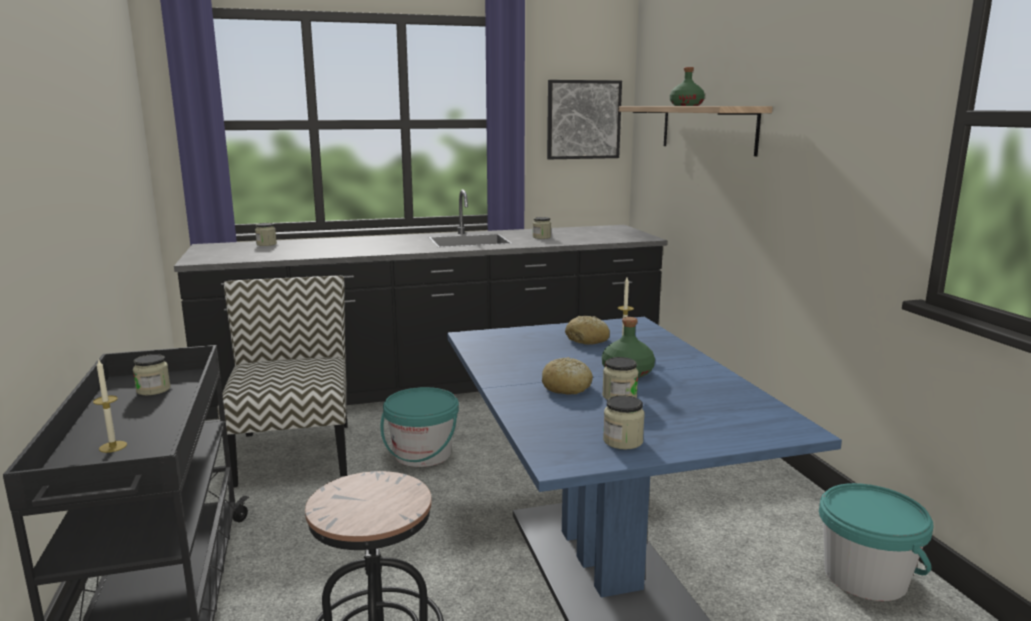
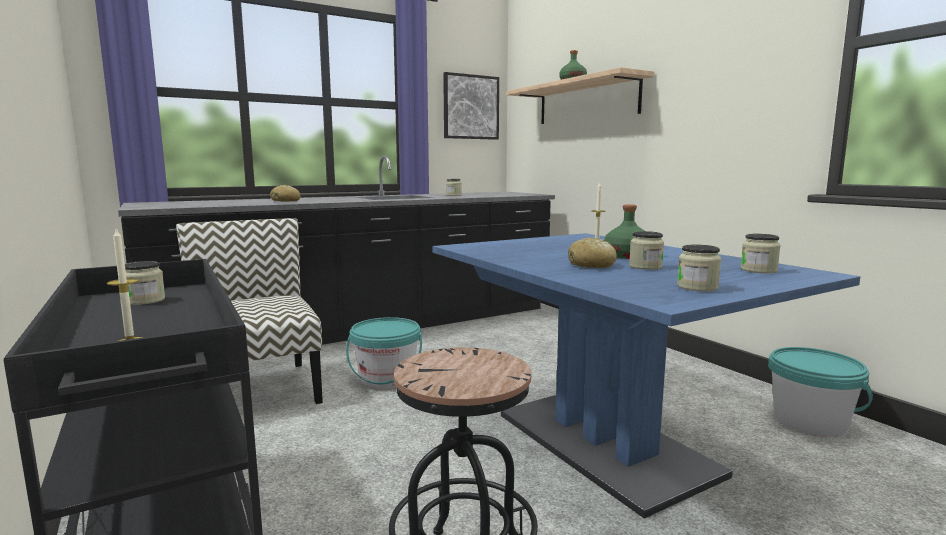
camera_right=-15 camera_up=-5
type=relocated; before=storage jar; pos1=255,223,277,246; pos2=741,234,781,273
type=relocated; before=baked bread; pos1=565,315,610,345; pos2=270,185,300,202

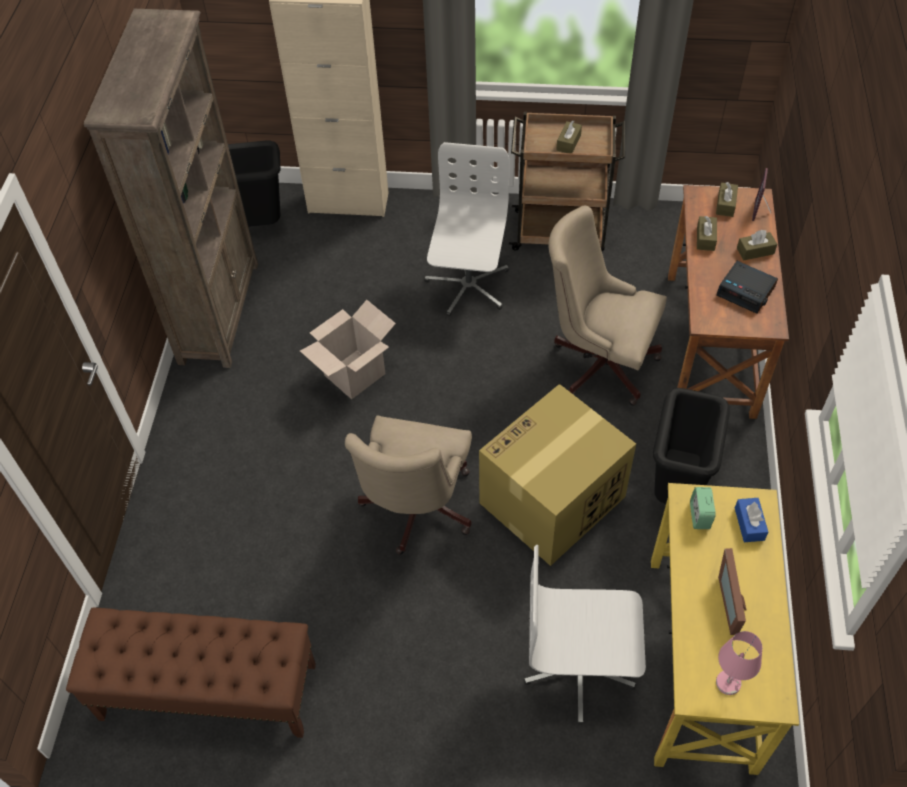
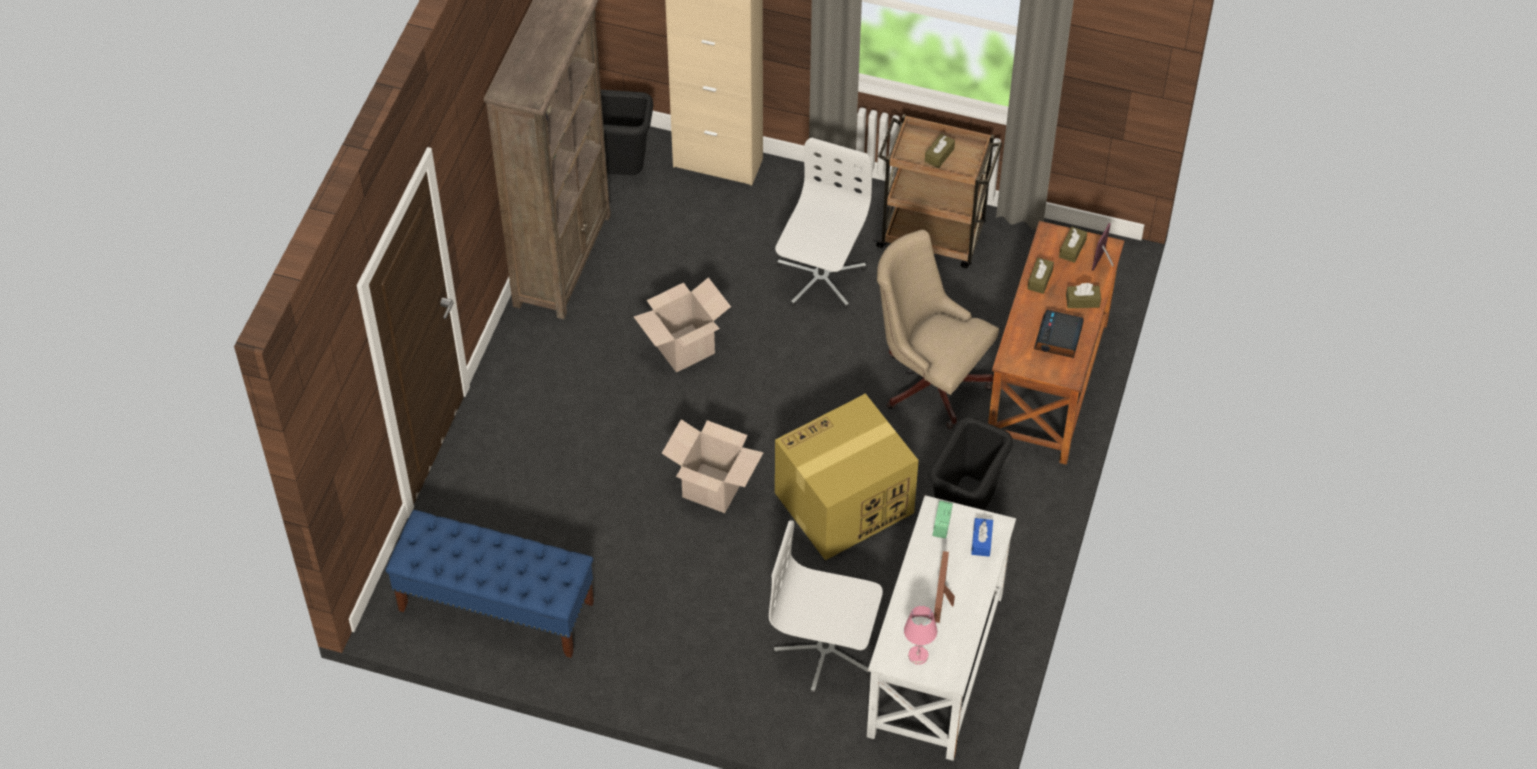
camera_right=10 camera_up=0
type=spun; before=alarm clock; pos1=716,261,778,313; pos2=1034,310,1084,358; turn=60
type=exchanged; before=beige desk chair; after=carton; pos1=345,415,472,554; pos2=662,419,764,513
type=colour; before=yellow-coloured desk table; after=whitish desk table; pos1=651,483,799,775; pos2=867,495,1016,761
type=colour; before=brown indoor bench; after=blue-coloured indoor bench; pos1=66,608,316,738; pos2=386,510,594,658

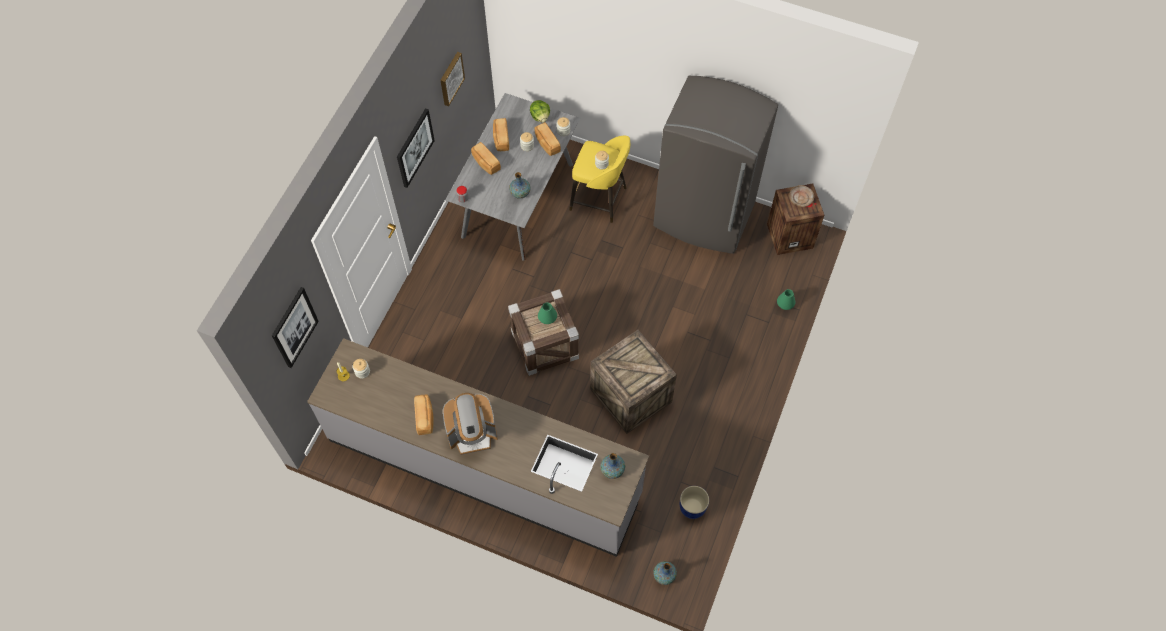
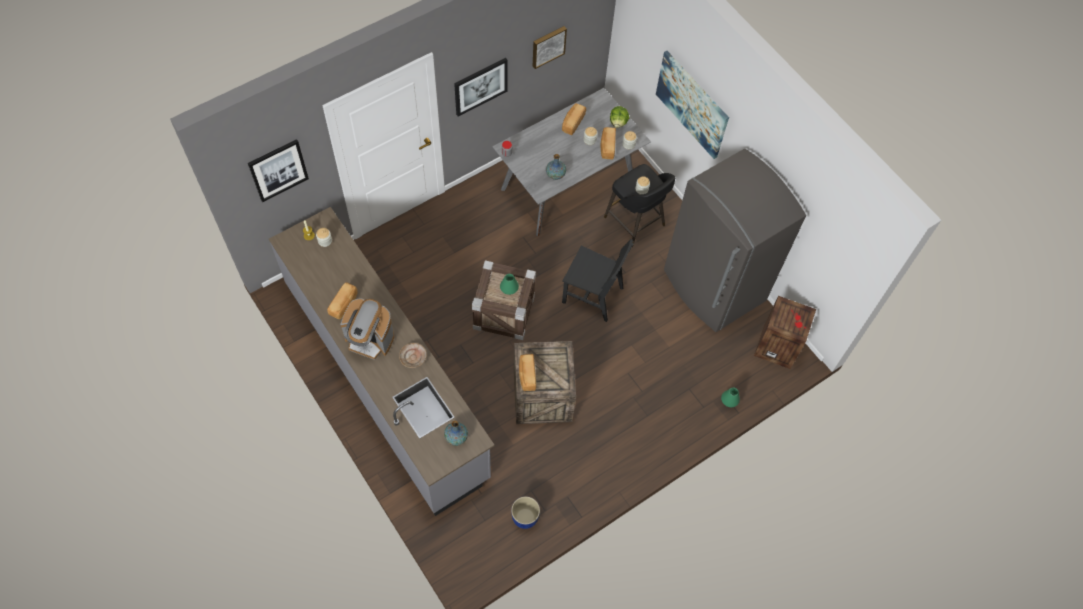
camera_right=30 camera_up=0
type=colour; before=yellow-coloured stool; after=black stool; pos1=569,136,630,223; pos2=604,164,675,247
type=relocated; before=baked bread; pos1=471,142,501,175; pos2=519,354,536,391
type=relocated; before=beige flat dish; pos1=789,185,814,207; pos2=399,343,427,368
type=missing; before=vase; pos1=653,561,677,585
type=appeared; after=wall picture; pos2=656,51,729,159
type=appeared; after=black plain chair; pos2=562,239,634,322

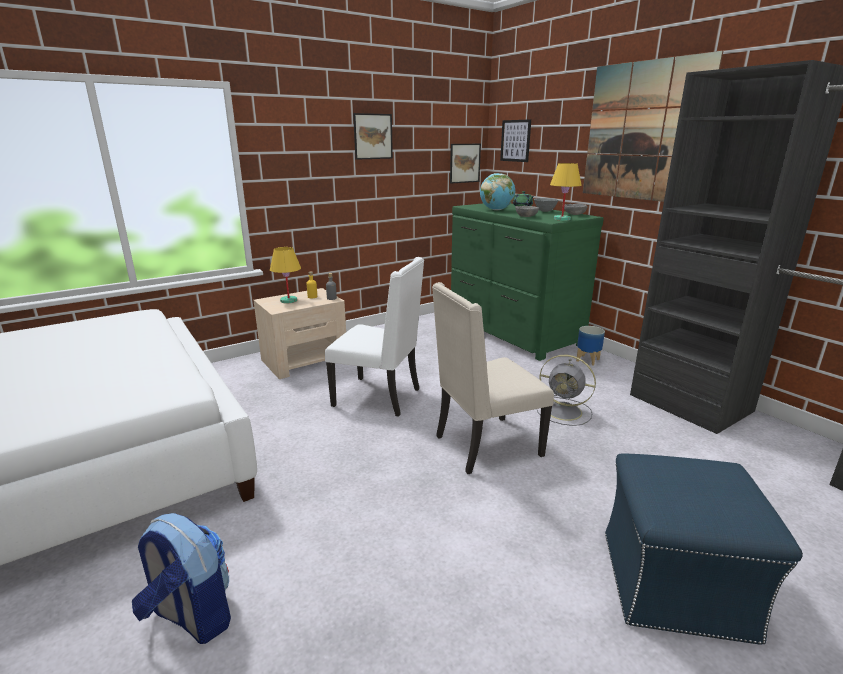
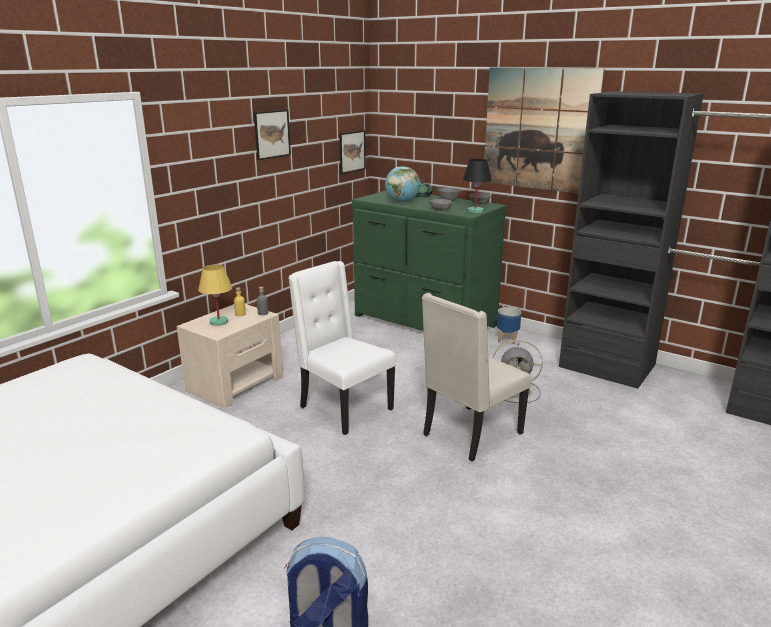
camera_right=-20 camera_up=0
type=missing; before=wall picture; pos1=500,119,531,162
type=colour; before=yellow-coloured lamp for a table; after=black lamp for a table; pos1=550,163,582,221; pos2=463,159,492,213
type=spun; before=whitish plain chair; pos1=325,257,424,417; pos2=288,261,396,435; turn=-135
type=missing; before=blue-coloured footrest; pos1=605,453,803,645

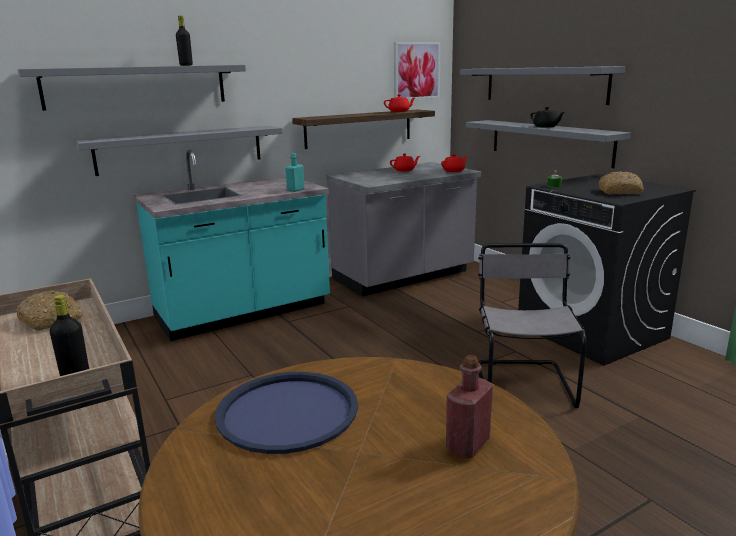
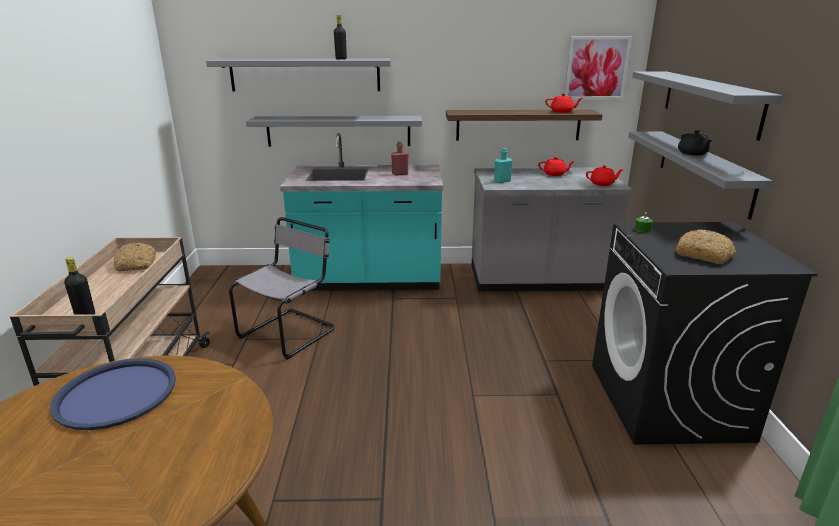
camera_right=30 camera_up=5
type=relocated; before=turquoise drink bottle; pos1=285,153,305,192; pos2=494,148,513,183
type=relocated; before=greyish plain chair; pos1=478,243,587,408; pos2=229,217,334,360
type=relocated; before=red drink bottle; pos1=446,355,493,458; pos2=391,141,409,176

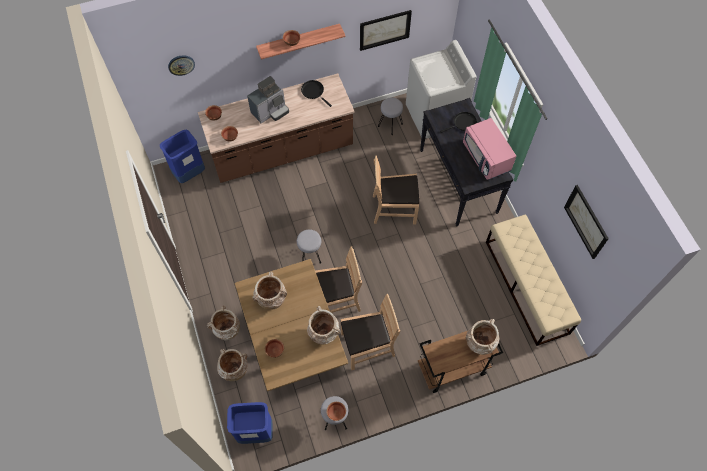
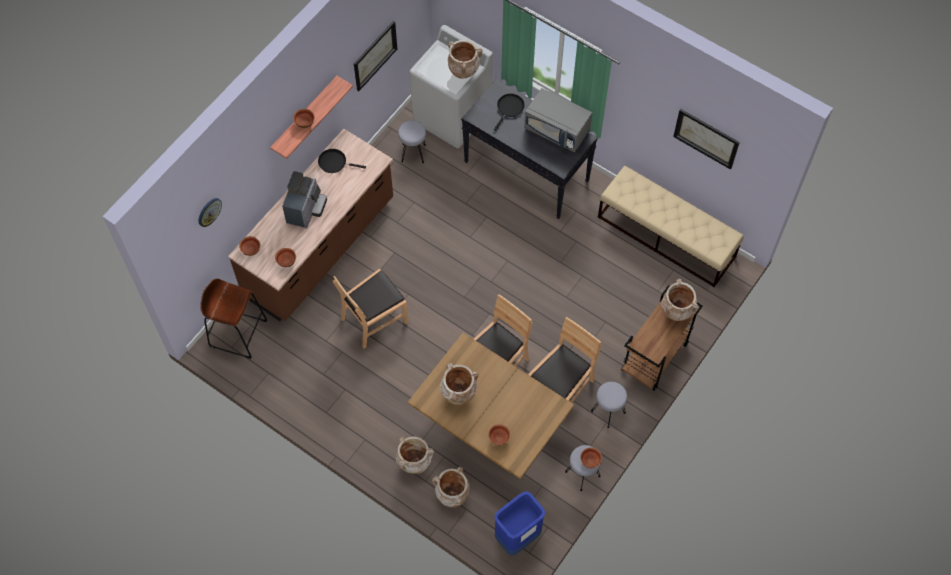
camera_right=-35 camera_up=0
type=colour; before=pink microwave; after=greyish microwave; pos1=463,118,516,180; pos2=524,88,592,152
type=exchanged; before=blue-coloured trash can; after=brown stool; pos1=160,130,205,183; pos2=200,279,267,359
type=relocated; before=brown plain chair; pos1=373,155,419,225; pos2=333,269,409,349
type=relocated; before=greyish stool; pos1=297,229,321,264; pos2=591,382,627,428
type=relocated; before=beige vase; pos1=307,306,340,344; pos2=448,40,483,79

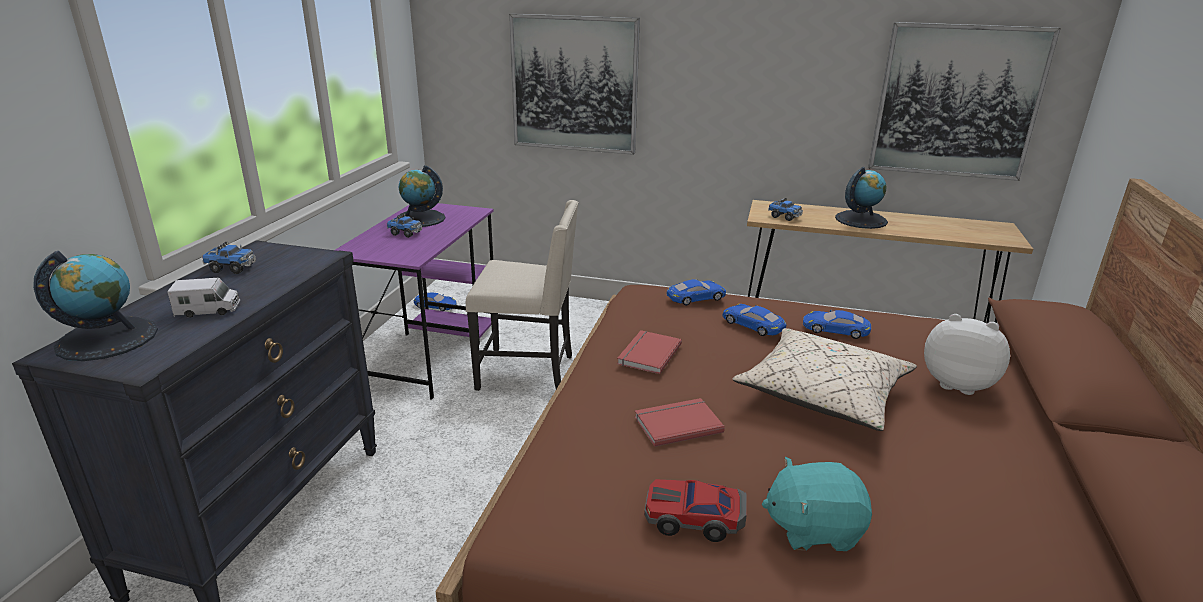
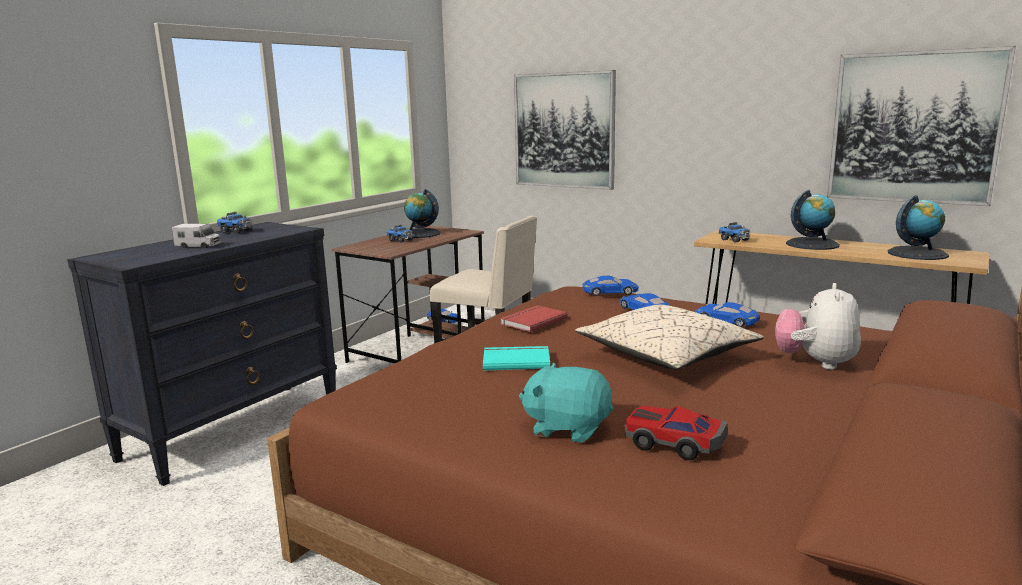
camera_right=20 camera_up=-10
type=colour; before=purplish desk table; after=brown desk table; pos1=335,203,494,400; pos2=332,226,484,363
type=relocated; before=world globe; pos1=33,251,158,361; pos2=888,195,949,260
type=spun; before=soft toy; pos1=924,314,1010,395; pos2=775,283,861,370; turn=-120
type=colour; before=red bound book; after=turquoise bound book; pos1=635,398,725,447; pos2=483,346,550,371
type=relocated; before=miniature car; pos1=644,479,747,542; pos2=625,406,728,460

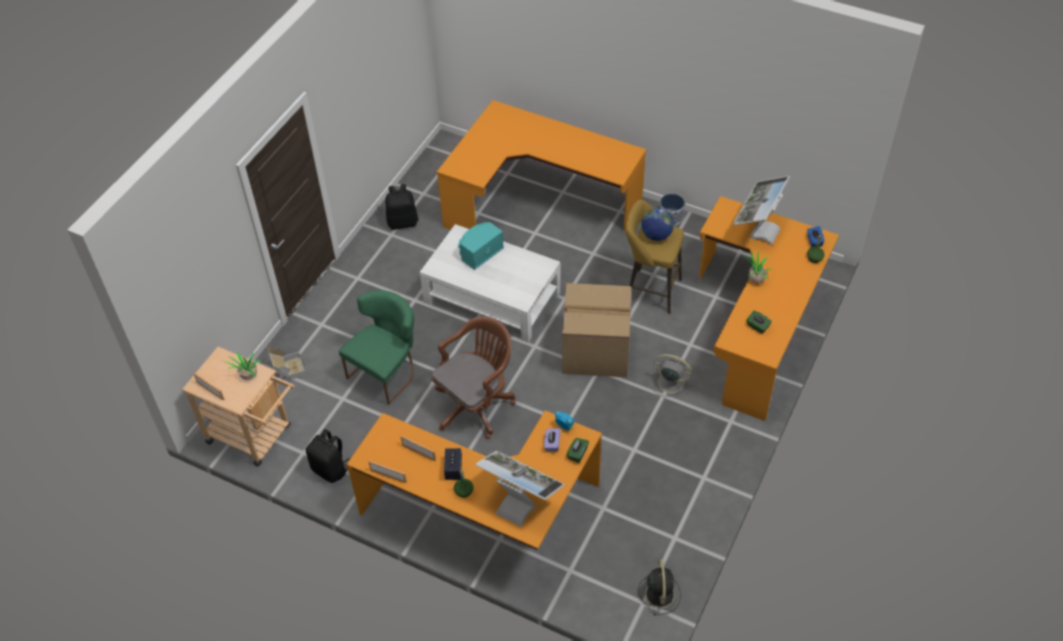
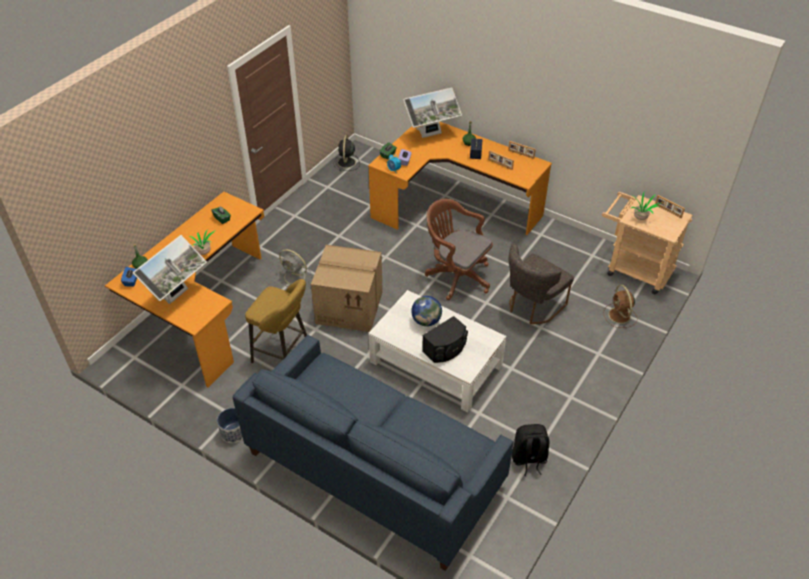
camera_right=-175 camera_up=-5
type=exchanged; before=orange-coloured desk table; after=blue-coloured couch; pos1=437,100,646,232; pos2=233,335,514,571
type=relocated; before=world globe; pos1=641,208,674,241; pos2=411,296,442,326
type=colour; before=turquoise audio speaker; after=black audio speaker; pos1=458,222,504,270; pos2=422,316,468,363
type=colour; before=green plain chair; after=greyish plain chair; pos1=339,290,414,404; pos2=509,244,574,324
type=spun; before=brown desk chair; pos1=431,316,516,439; pos2=425,199,493,300; turn=75
type=exchanged; before=carton; after=brown electric fan; pos1=268,346,306,380; pos2=603,285,637,328
type=missing; before=black backpack; pos1=305,429,350,483
type=spun; before=computer display; pos1=475,451,565,527; pos2=403,87,462,138; turn=-60

